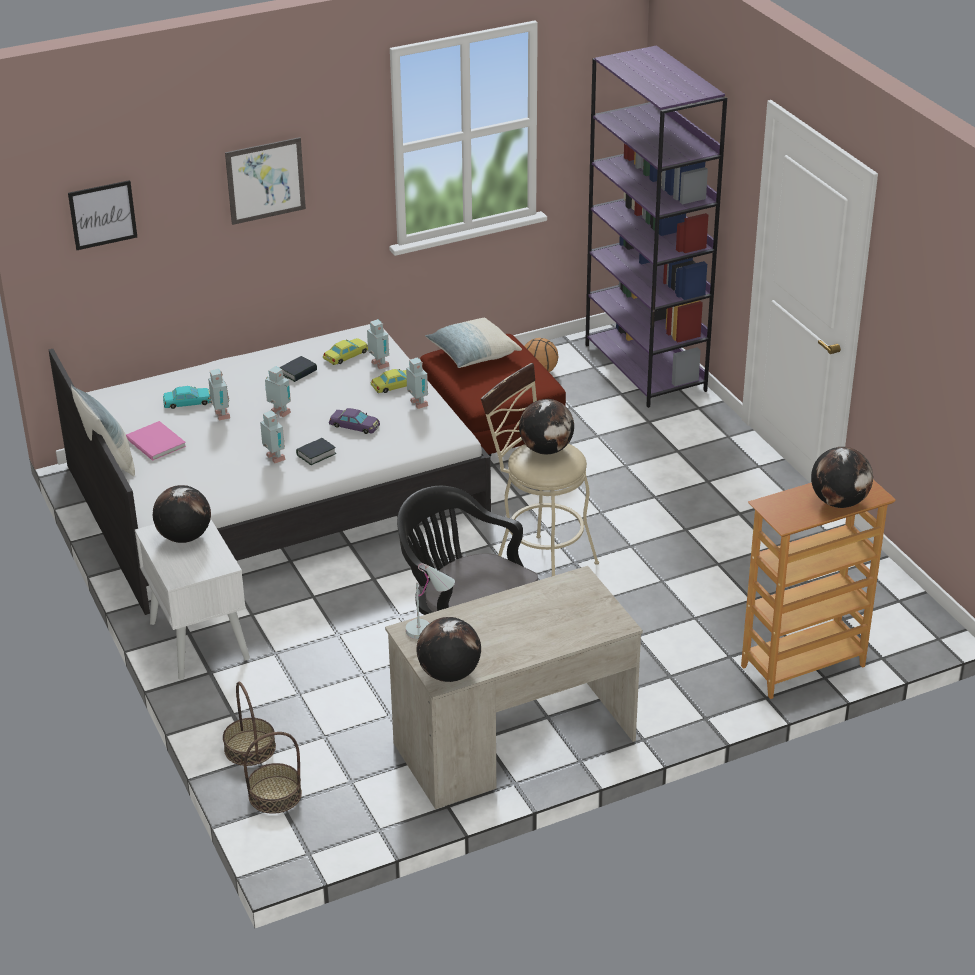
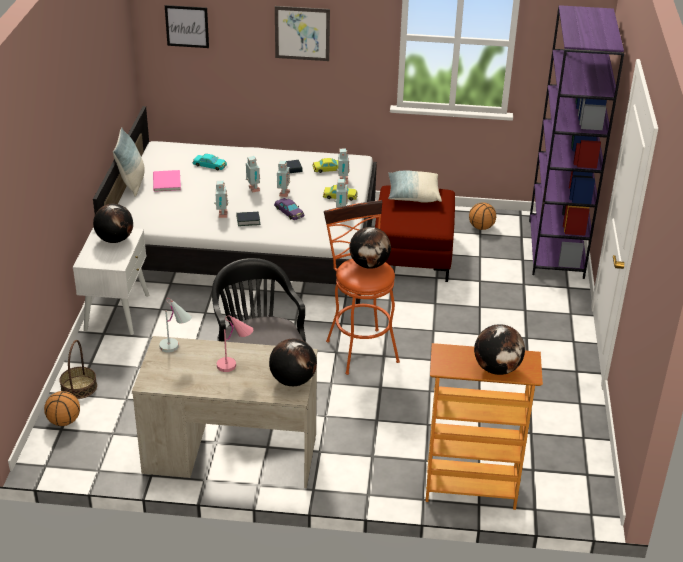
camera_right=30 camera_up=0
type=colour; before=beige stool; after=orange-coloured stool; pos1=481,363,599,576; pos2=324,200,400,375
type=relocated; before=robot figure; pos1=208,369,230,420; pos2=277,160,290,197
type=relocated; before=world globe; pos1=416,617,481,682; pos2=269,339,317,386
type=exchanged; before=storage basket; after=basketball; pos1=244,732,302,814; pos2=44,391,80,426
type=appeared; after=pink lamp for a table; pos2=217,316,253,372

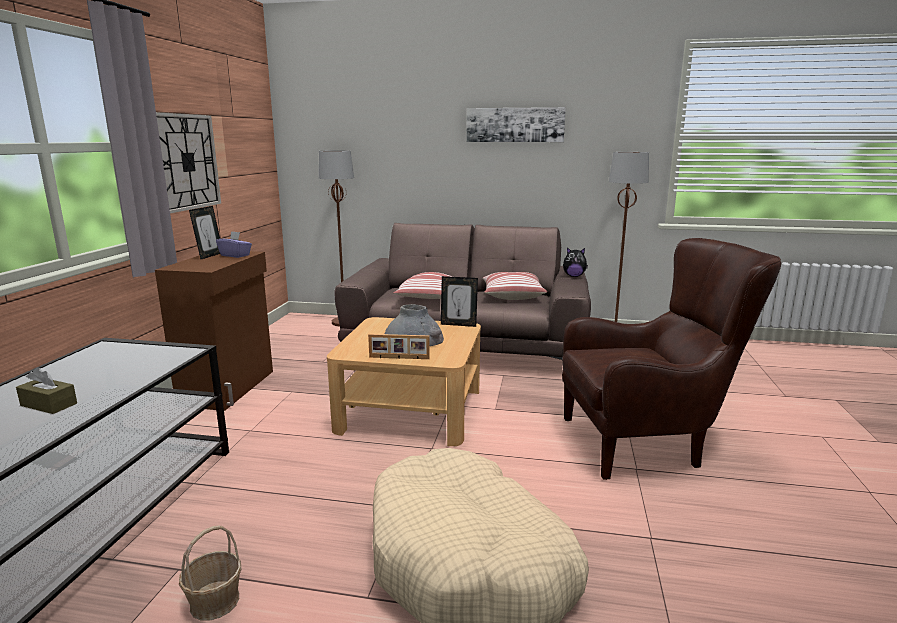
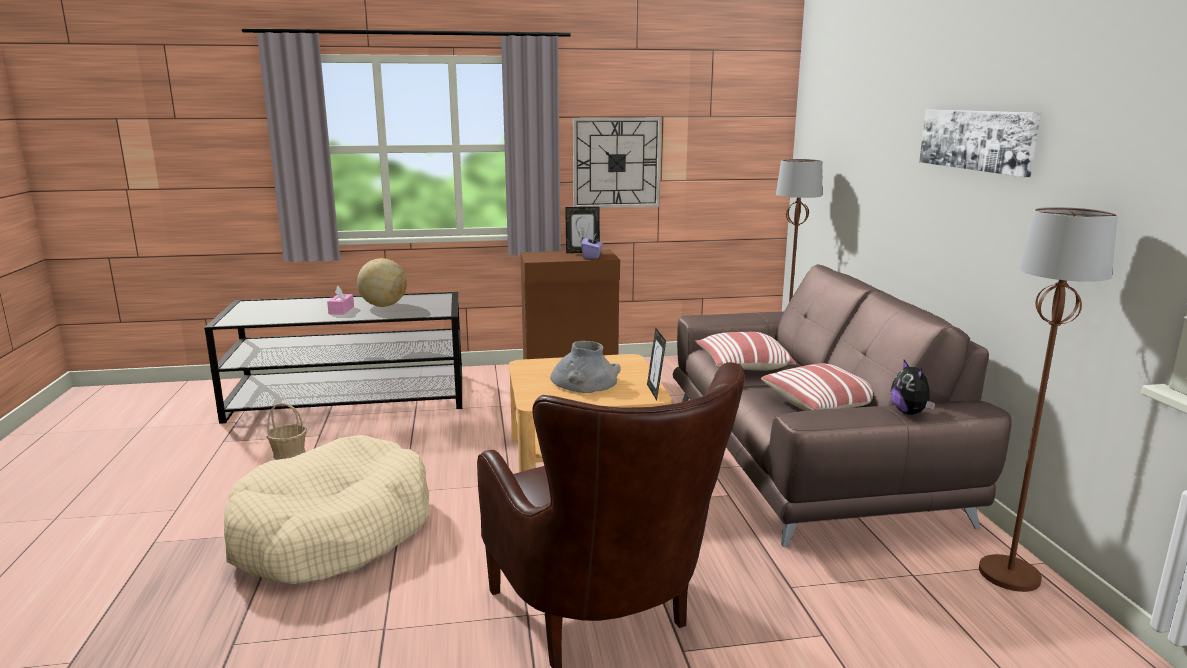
camera_right=70 camera_up=0
type=missing; before=standing frame; pos1=368,334,430,359
type=colour; before=brown box of tissues; after=pink box of tissues; pos1=16,367,77,414; pos2=327,286,354,314
type=appeared; after=world globe; pos2=357,258,407,307

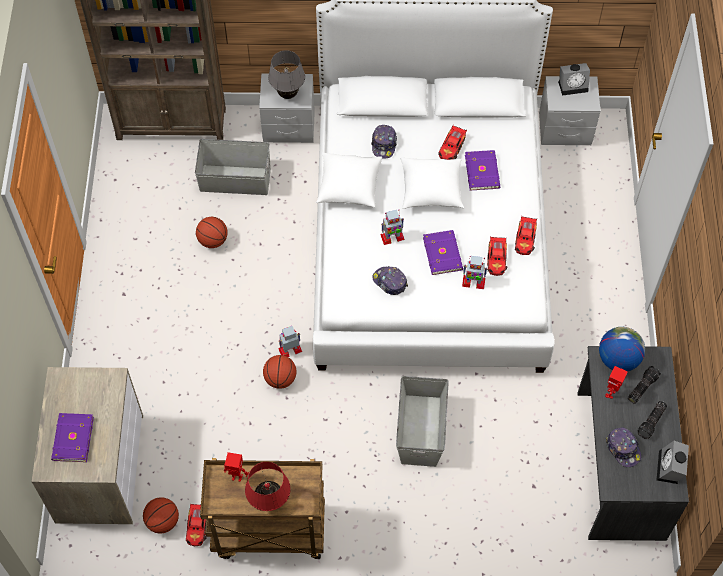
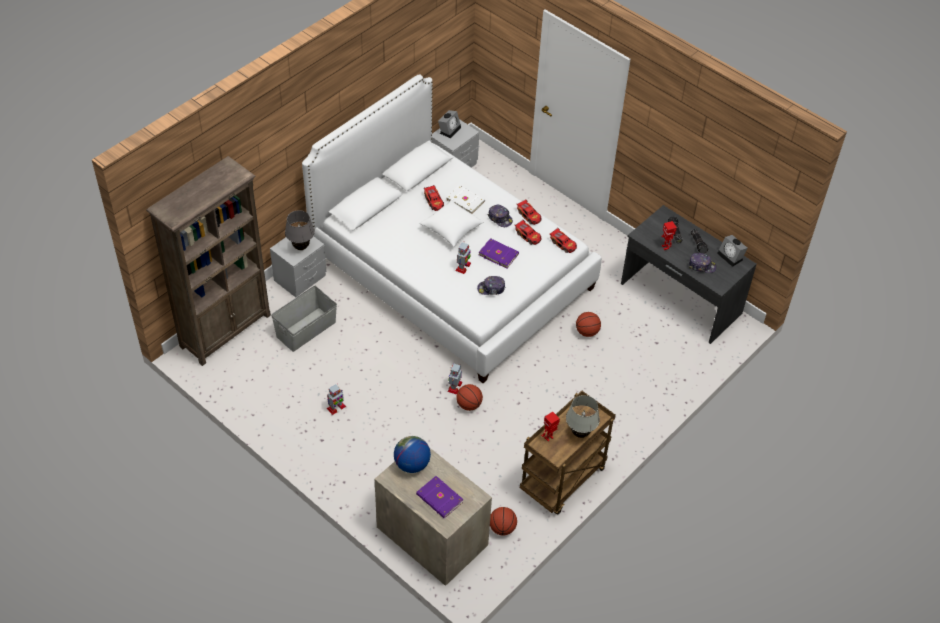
camera_right=-50 camera_up=-10
type=relocated; before=baseball cap; pos1=371,125,397,159; pos2=488,205,513,227
type=colour; before=purplish bound book; after=whitish bound book; pos1=465,150,500,191; pos2=446,185,485,214
type=missing; before=whitish cushion; pos1=316,153,382,208
type=relocated; before=basketball; pos1=196,217,228,248; pos2=576,312,601,337
type=relocated; before=robot figure; pos1=462,256,487,289; pos2=327,383,346,415
type=relocated; before=world globe; pos1=599,327,645,371; pos2=394,436,431,473
type=missing; before=greyish storage box; pos1=396,376,449,467
type=colour; before=red lamp for a table; after=whitish lamp for a table; pos1=245,462,290,511; pos2=566,395,600,438
type=relocated; before=miniature car; pos1=186,503,207,546; pos2=549,227,577,253

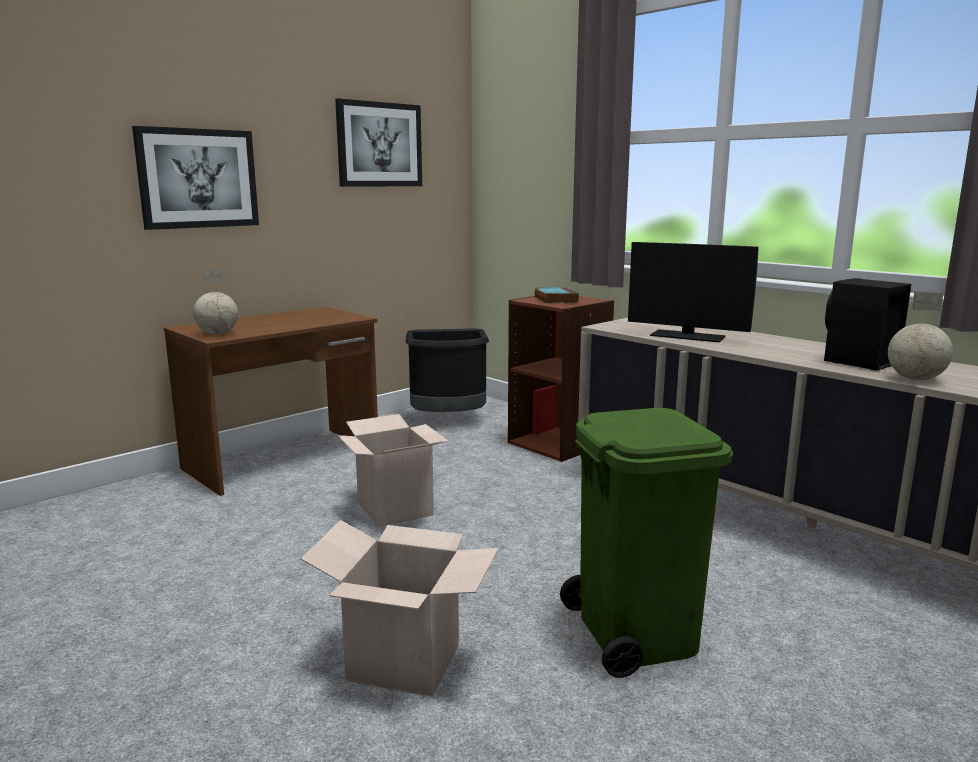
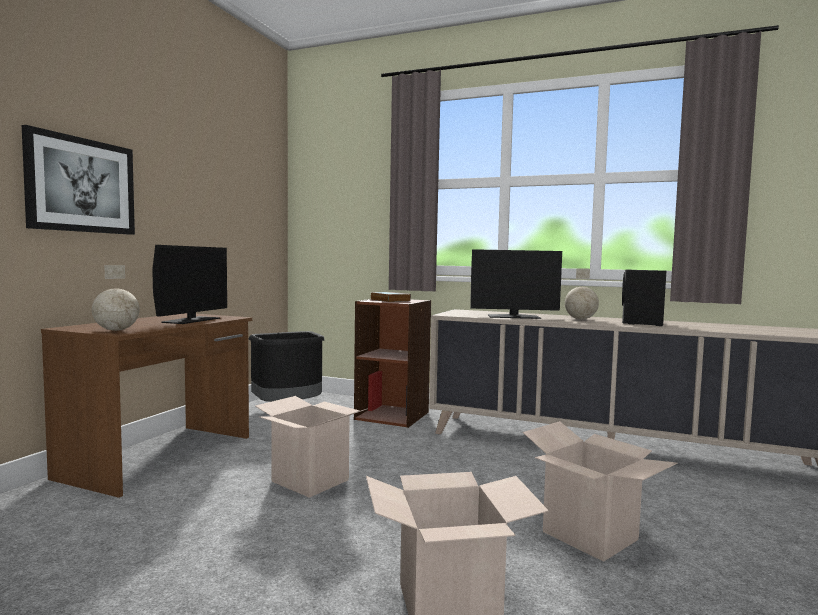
camera_right=-25 camera_up=-10
type=missing; before=wall picture; pos1=335,98,422,187
type=relocated; before=world globe; pos1=888,292,953,380; pos2=565,268,599,319
type=exchanged; before=green trash can; after=carton; pos1=560,408,733,678; pos2=523,421,678,562
type=appeared; after=computer display; pos2=152,245,227,324

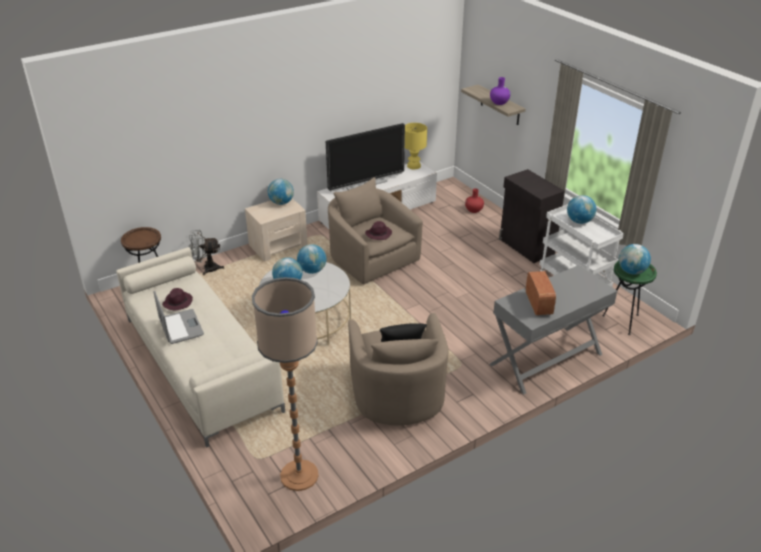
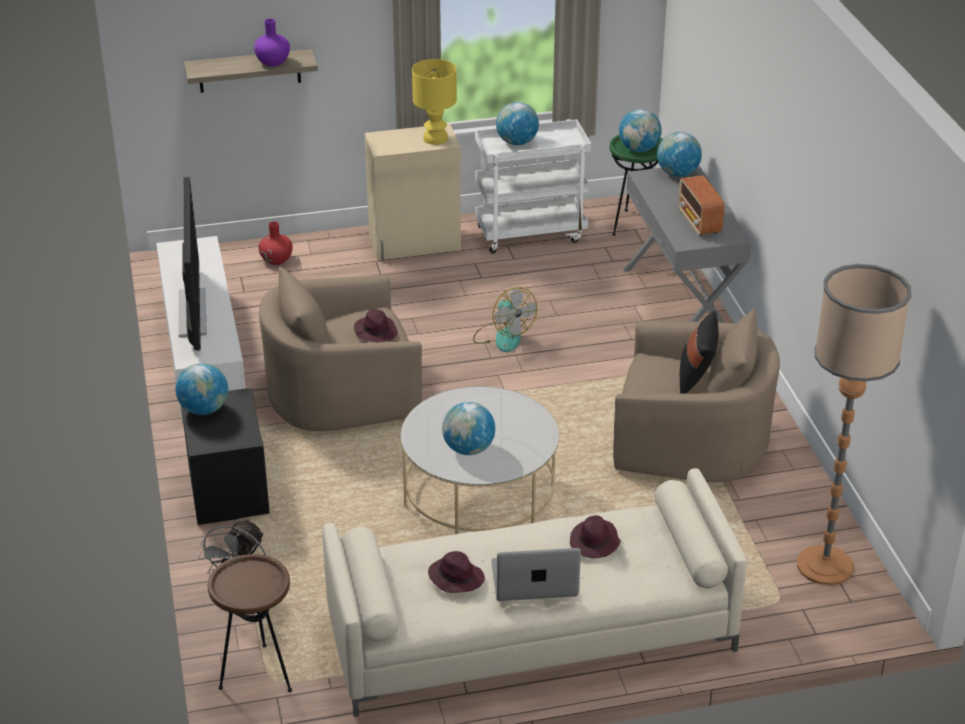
camera_right=-70 camera_up=0
type=relocated; before=yellow-coloured lamp for a table; pos1=405,123,427,169; pos2=412,59,457,145
type=colour; before=black cupboard; after=beige cupboard; pos1=499,169,565,263; pos2=365,124,461,260
type=colour; before=beige bedside table; after=black bedside table; pos1=245,198,308,261; pos2=181,388,270,525
type=relocated; before=world globe; pos1=297,244,327,274; pos2=657,132,702,177
type=spun; before=radio receiver; pos1=526,271,556,316; pos2=678,175,724,236; turn=-120
type=appeared; after=electric fan; pos2=473,287,537,352
type=appeared; after=purplish hat; pos2=570,515,620,558

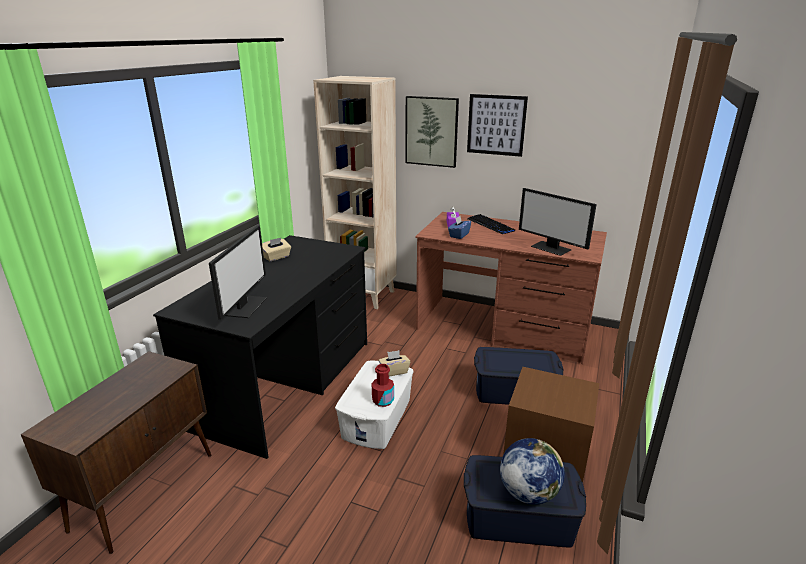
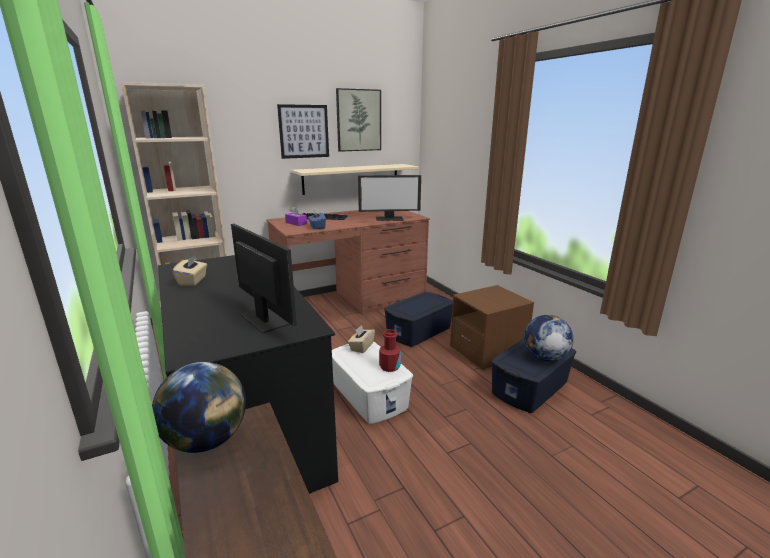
camera_right=-50 camera_up=-5
type=relocated; before=wall picture; pos1=406,96,459,168; pos2=336,88,381,152
type=appeared; after=beige wall shelf; pos2=292,164,419,195
type=appeared; after=world globe; pos2=152,362,246,453

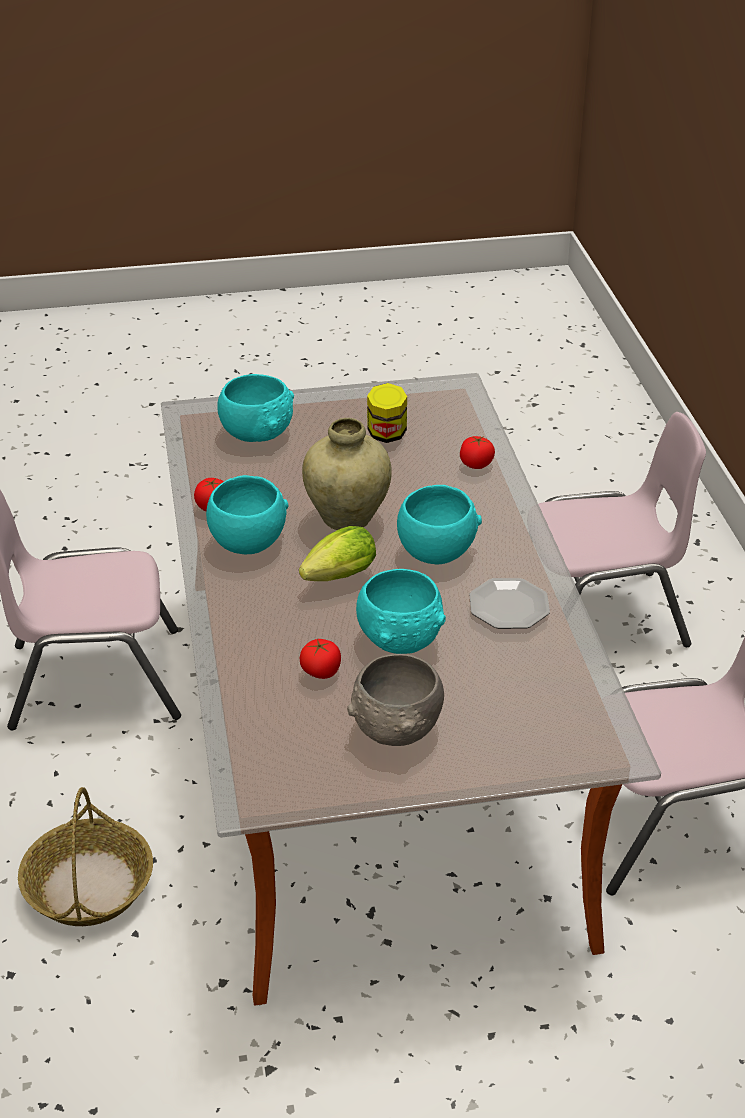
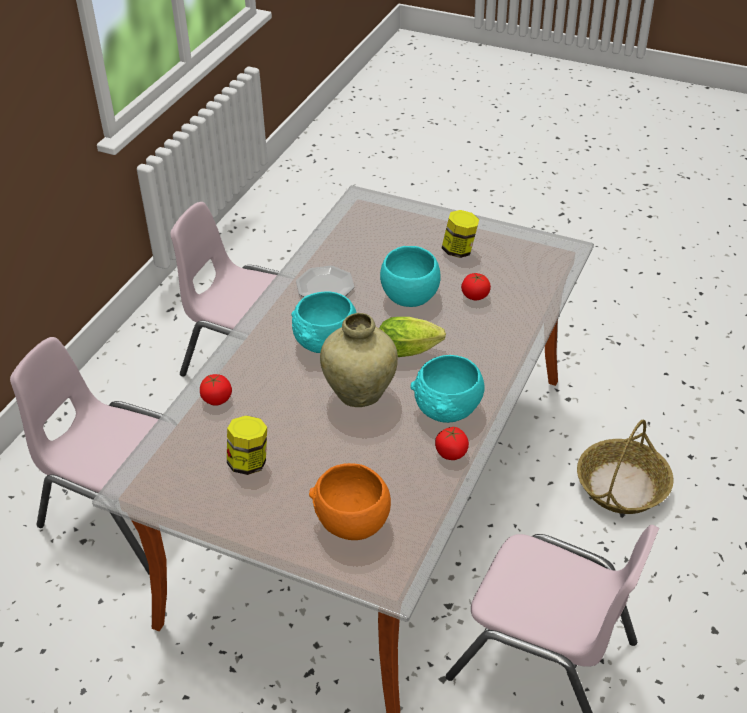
camera_right=-145 camera_up=5
type=colour; before=turquoise serving bowl; after=orange-coloured serving bowl; pos1=217,374,294,442; pos2=309,463,391,540
type=exchanged; before=greyish serving bowl; after=storage jar; pos1=347,654,444,746; pos2=442,210,479,258

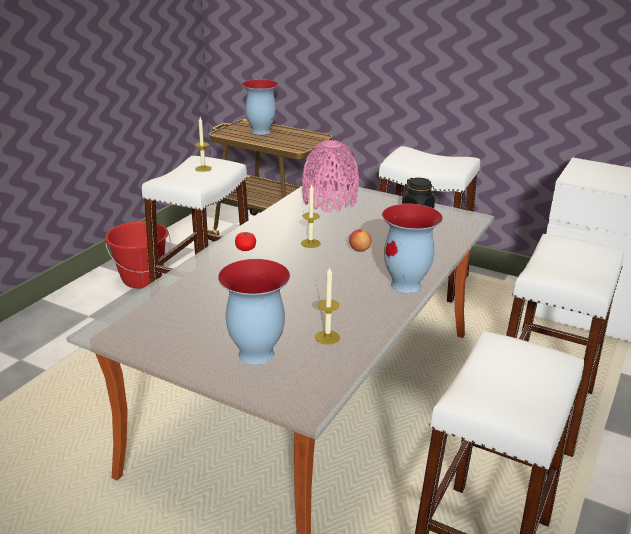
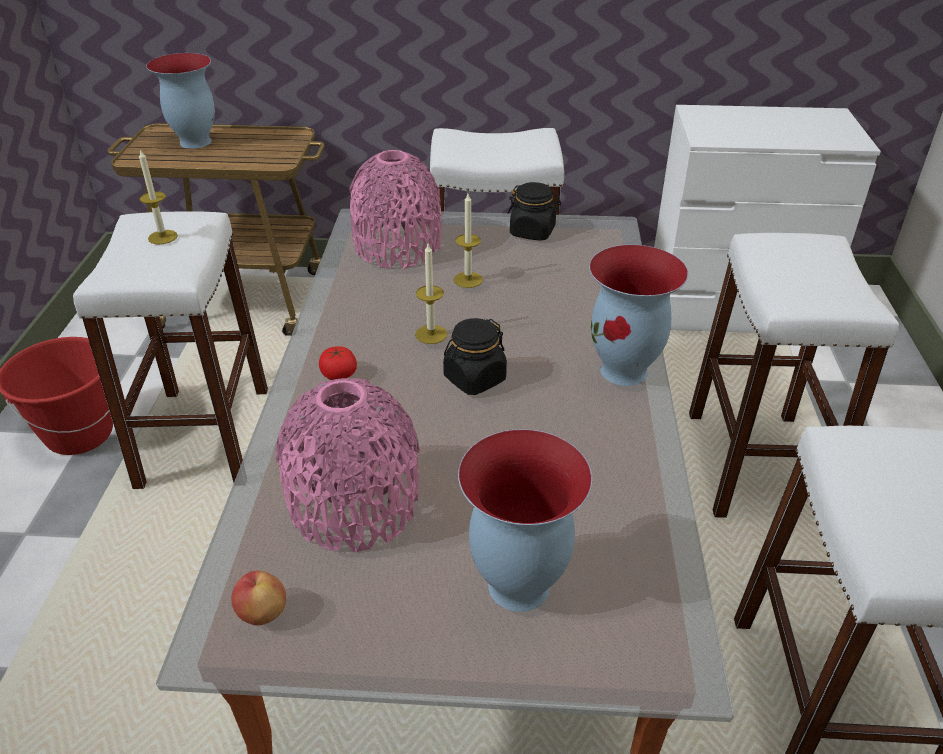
camera_right=-25 camera_up=10
type=relocated; before=apple; pos1=349,229,372,251; pos2=231,571,286,625
type=relocated; before=wax light; pos1=315,267,340,345; pos2=454,194,483,288
type=appeared; after=black storage jar; pos2=443,318,507,395
type=appeared; after=pink vase; pos2=276,378,420,552

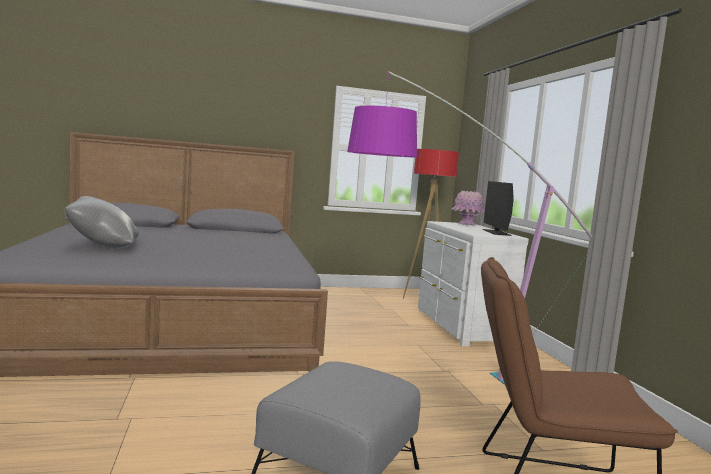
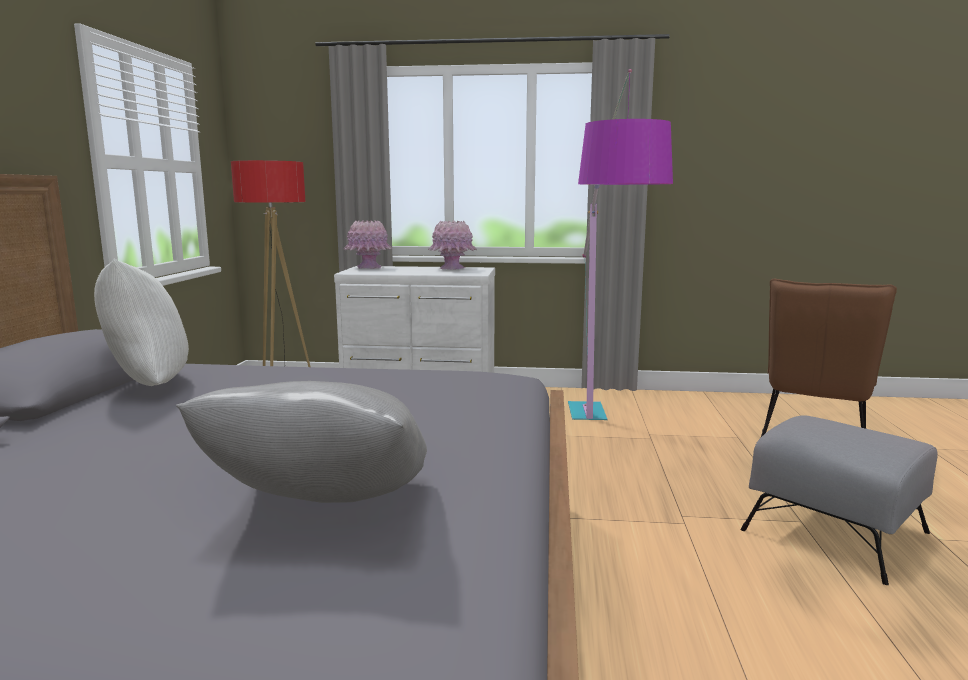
camera_right=-70 camera_up=5
type=exchanged; before=computer display; after=pink vase; pos1=483,181,514,236; pos2=428,221,477,270
type=appeared; after=whitish cushion; pos2=94,259,189,386

